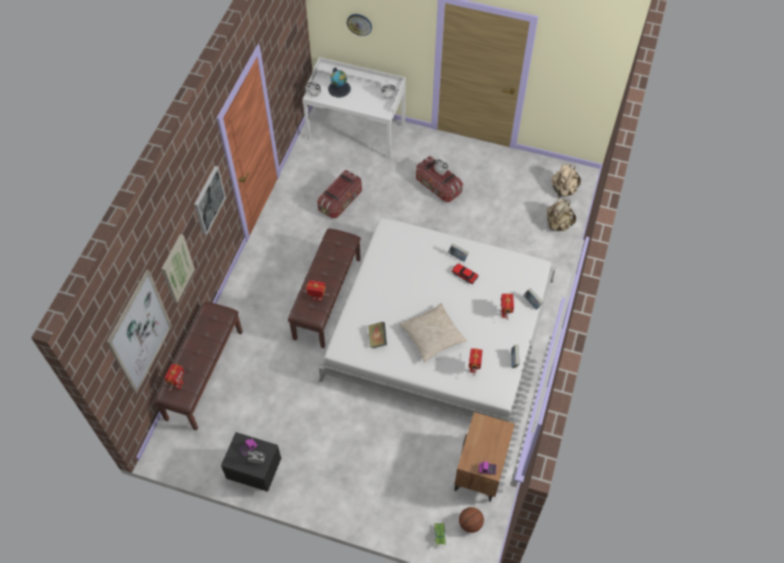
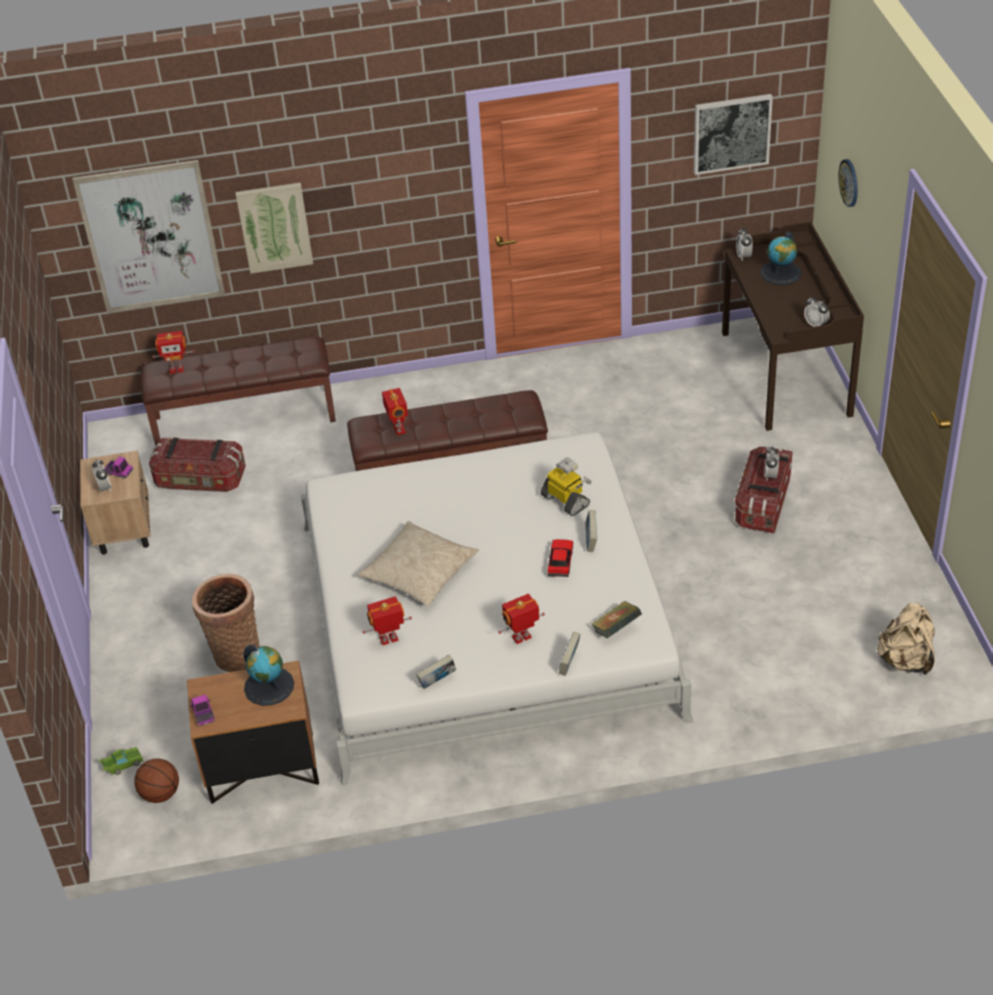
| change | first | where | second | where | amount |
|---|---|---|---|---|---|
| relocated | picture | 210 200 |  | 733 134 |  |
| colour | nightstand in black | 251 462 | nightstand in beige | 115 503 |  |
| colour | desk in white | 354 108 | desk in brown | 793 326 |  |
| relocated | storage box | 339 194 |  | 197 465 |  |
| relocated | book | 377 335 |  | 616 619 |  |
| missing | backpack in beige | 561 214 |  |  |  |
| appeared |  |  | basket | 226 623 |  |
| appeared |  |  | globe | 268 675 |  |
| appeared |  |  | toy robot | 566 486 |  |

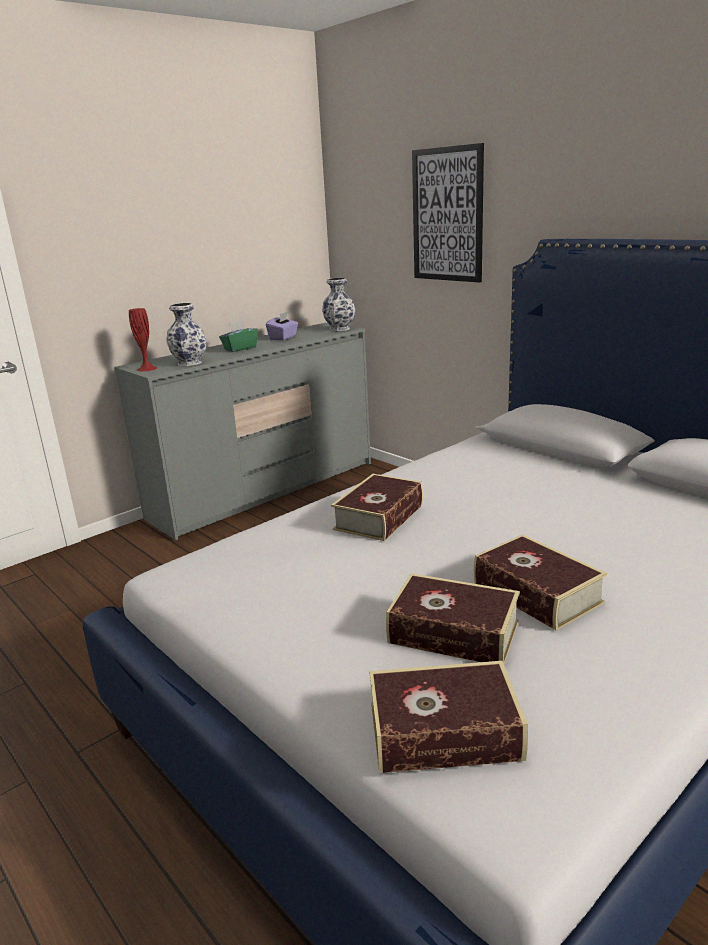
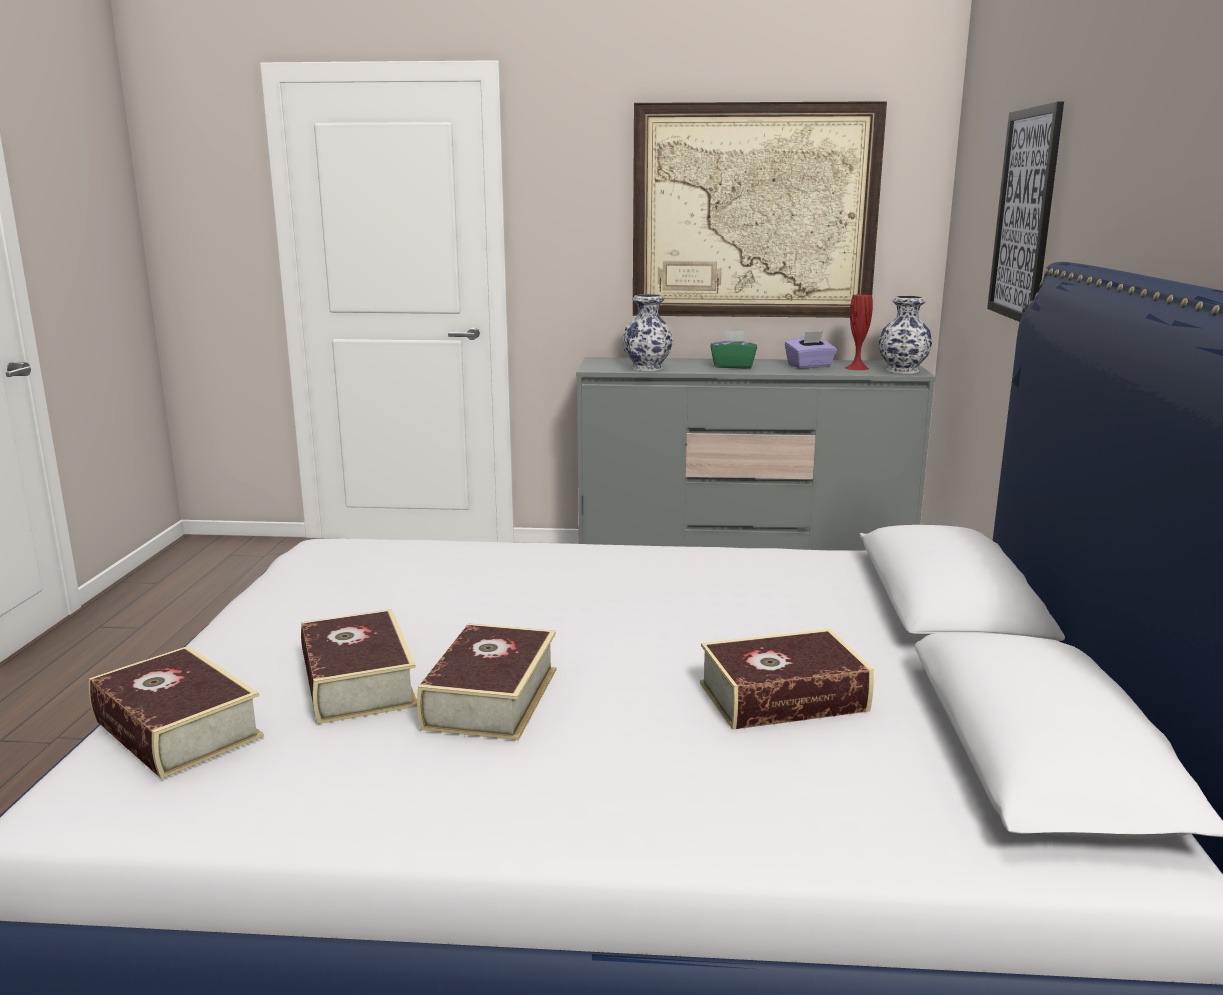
| change | first | where | second | where | amount |
|---|---|---|---|---|---|
| relocated | vase in red | 143 339 |  | 859 332 |  |
| relocated | book | 377 507 |  | 787 679 |  |
| appeared |  |  | picture | 760 209 |  |

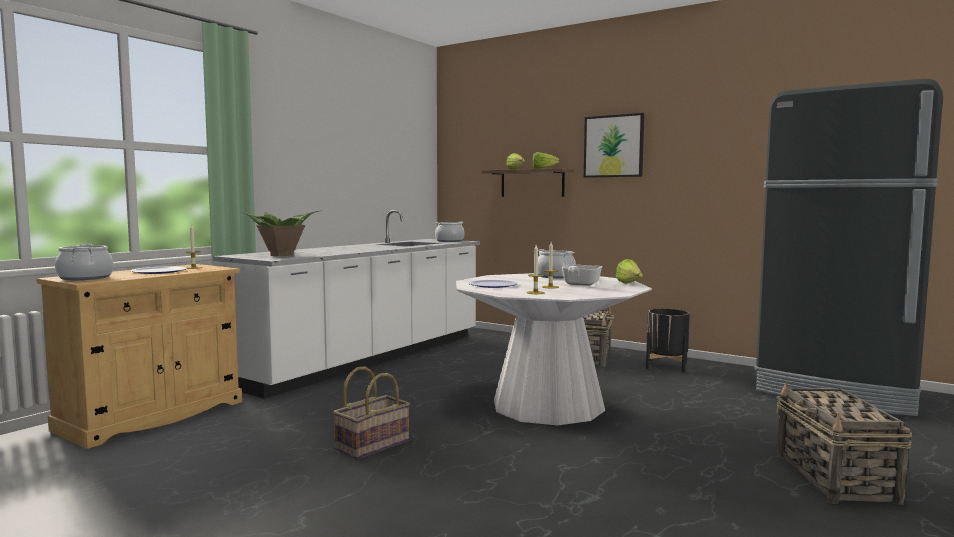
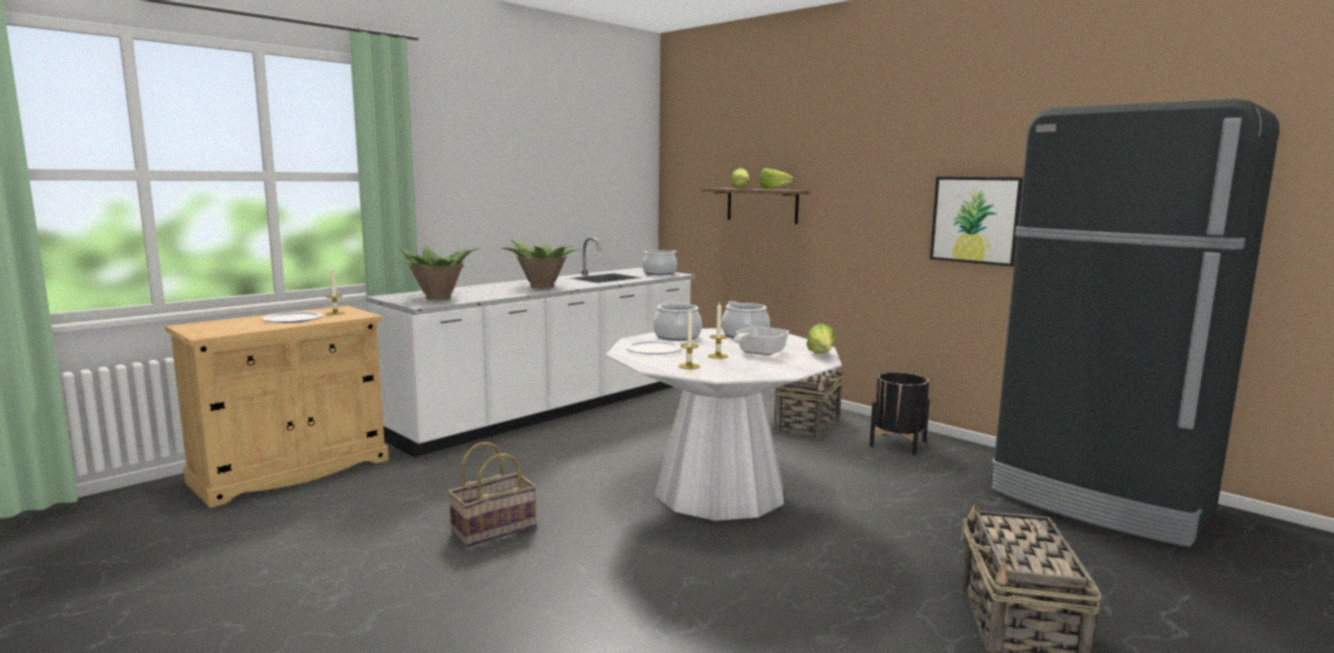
| change | first | where | second | where | amount |
|---|---|---|---|---|---|
| relocated | cooking pot | 84 262 |  | 677 321 |  |
| relocated | picture | 614 145 |  | 976 222 |  |
| appeared |  |  | potted plant | 541 263 |  |

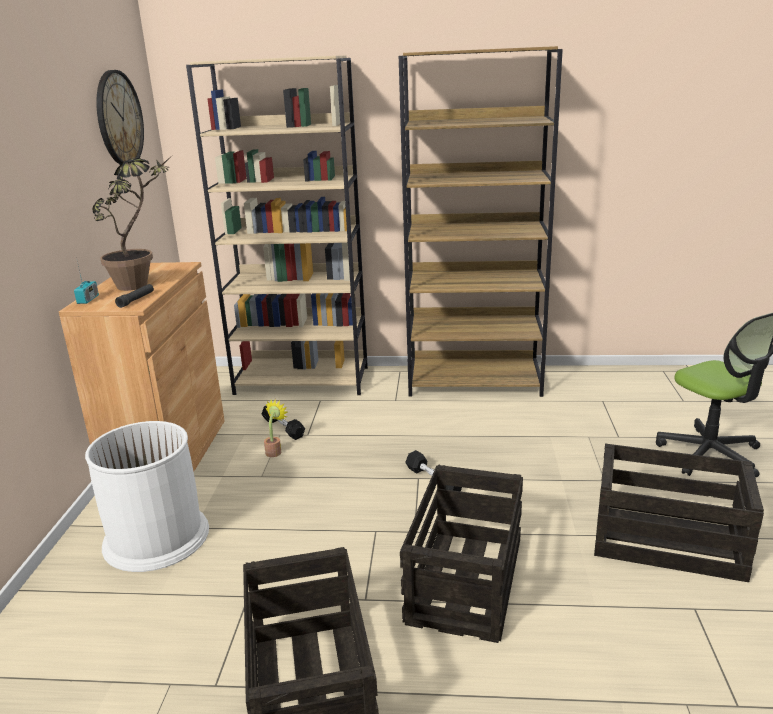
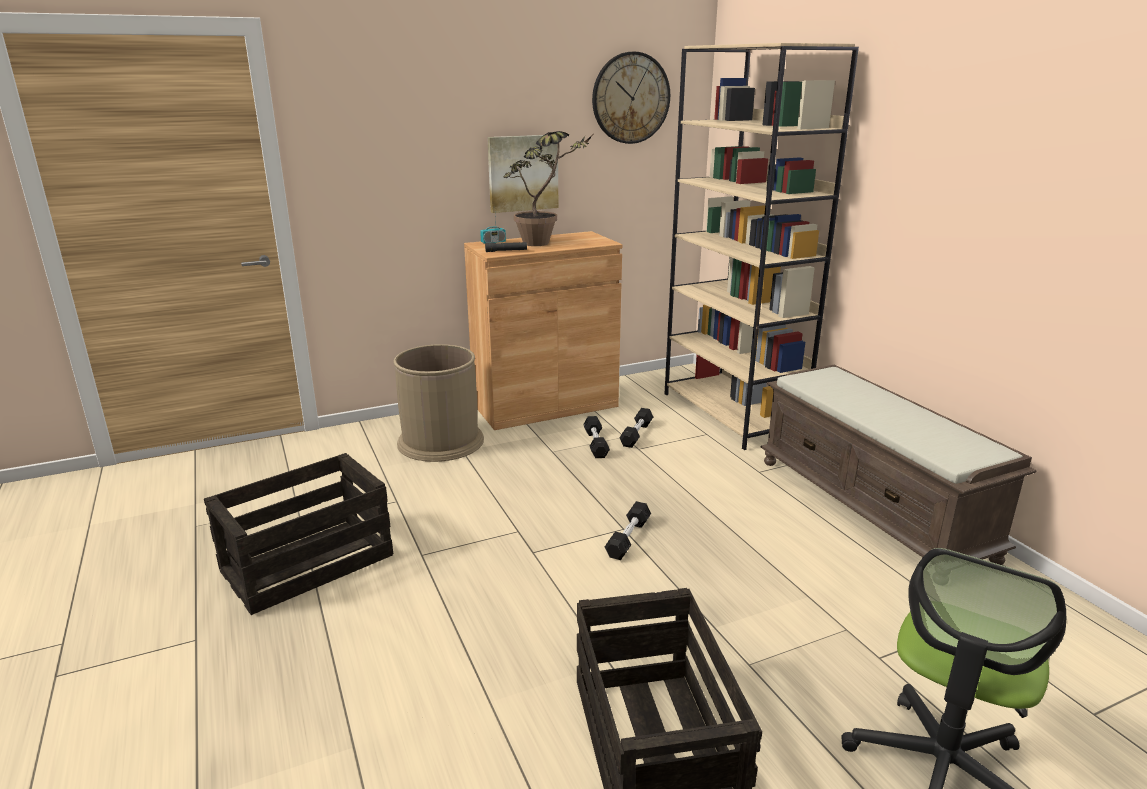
| change | first | where | second | where | amount |
|---|---|---|---|---|---|
| colour | trash can in white | 147 496 | trash can in brown | 439 403 |  |
| exchanged | potted plant | 276 428 | dumbbell in black | 596 437 |  |
| exchanged | bookcase in brown | 481 221 | bench in brown | 899 464 |  |
| missing | crate | 461 554 |  |  |  |
| appeared |  |  | picture | 522 174 |  |

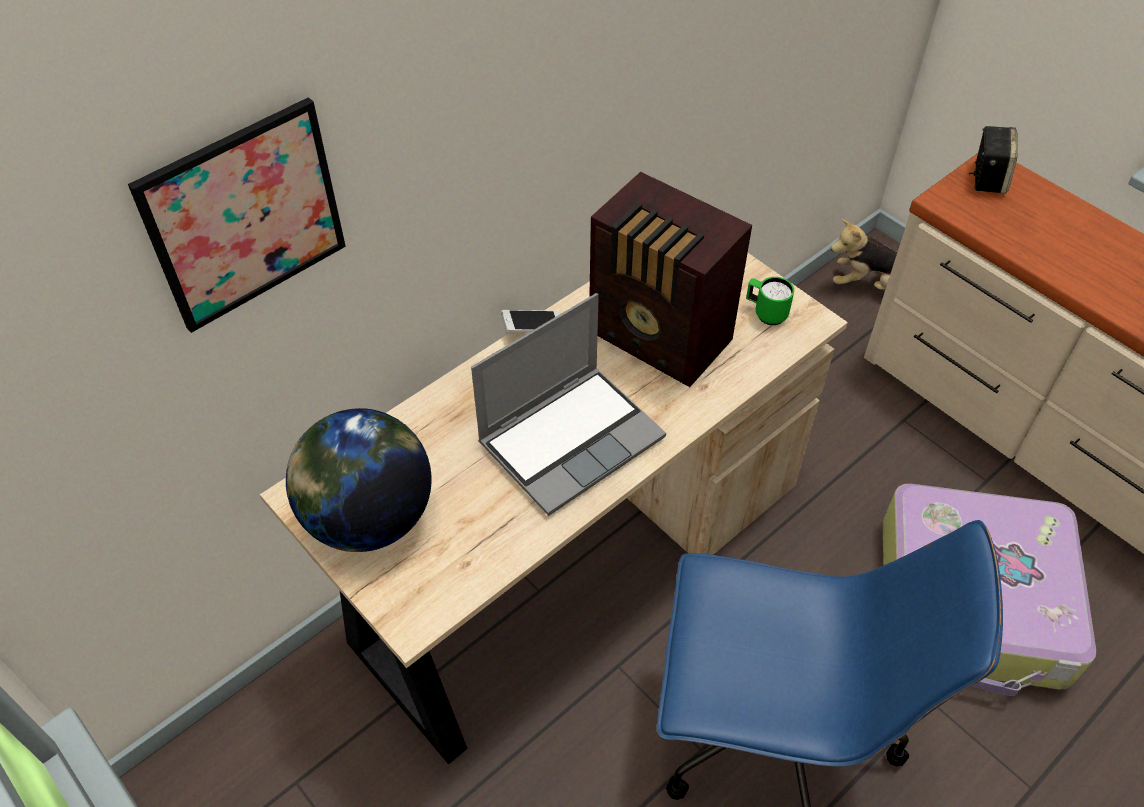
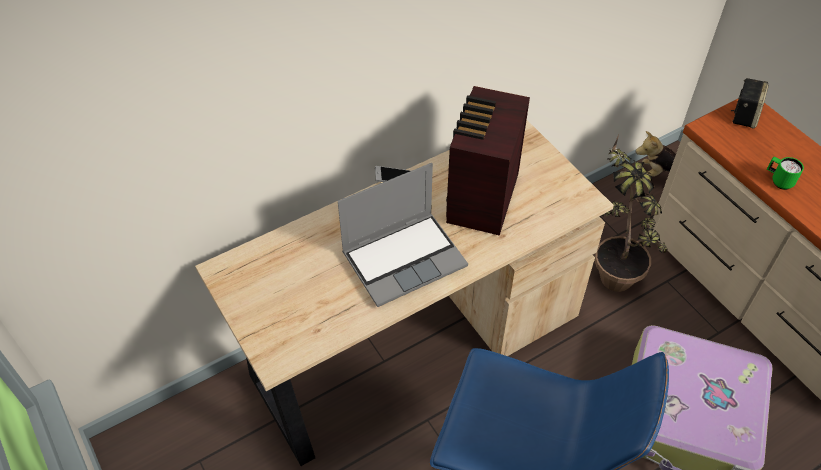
| change | first | where | second | where | amount |
|---|---|---|---|---|---|
| missing | picture | 237 215 |  |  |  |
| missing | globe | 359 480 |  |  |  |
| spun | radio | 670 279 |  | 488 161 | 60 degrees clockwise |
| relocated | mug in green | 770 301 |  | 785 173 |  |
| appeared |  |  | potted plant | 631 213 |  |

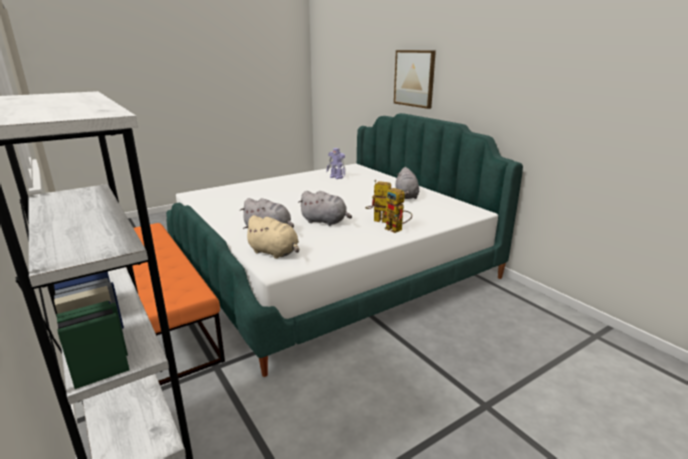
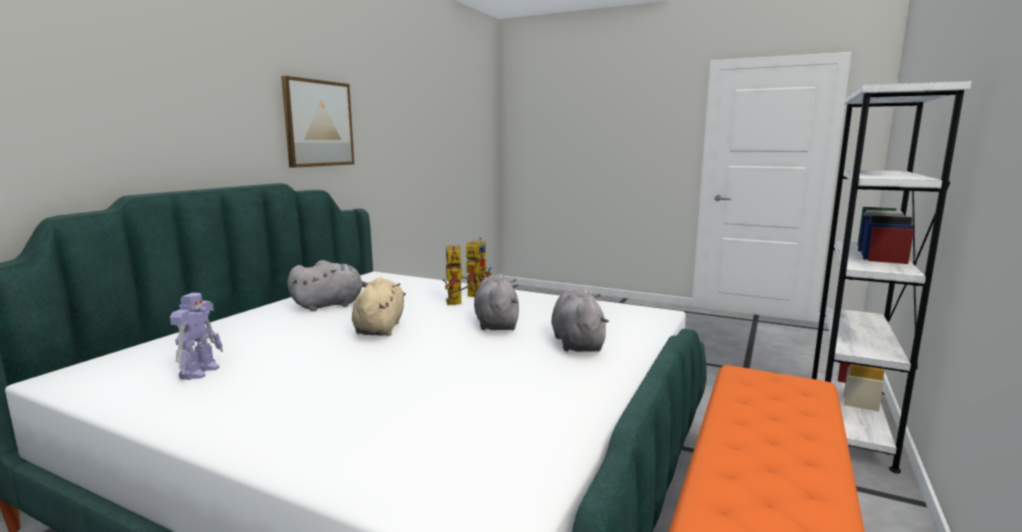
| change | first | where | second | where | amount |
|---|---|---|---|---|---|
| relocated | plush toy in beige | 271 237 |  | 379 306 |  |
| relocated | picture | 415 79 |  | 317 122 |  |

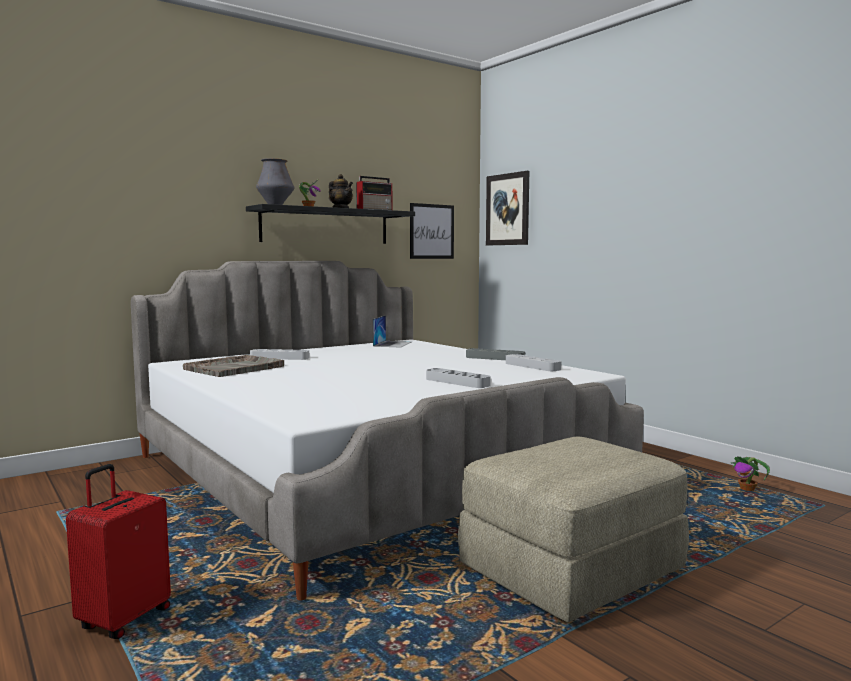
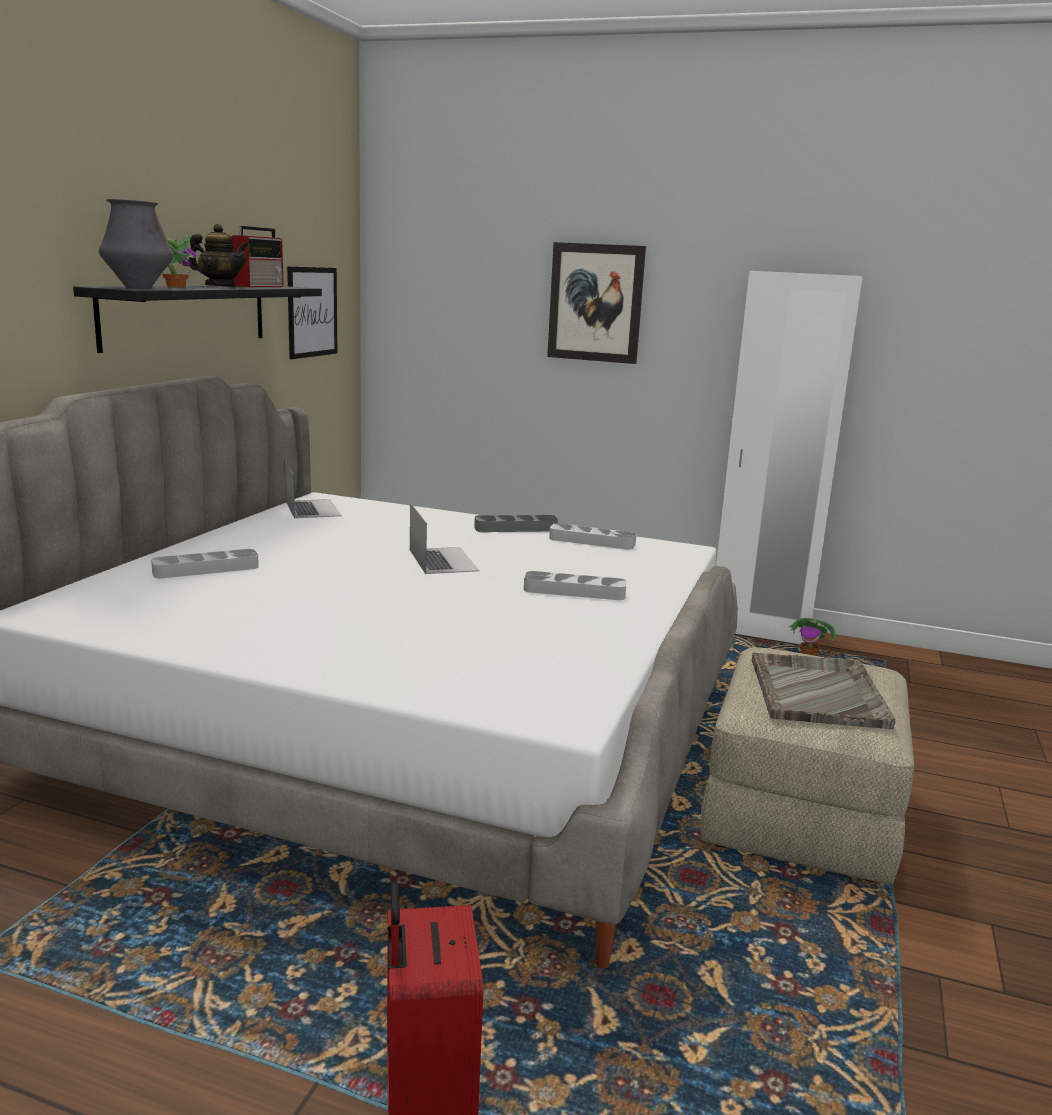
| change | first | where | second | where | amount |
|---|---|---|---|---|---|
| relocated | tray in grey | 233 366 |  | 824 690 |  |
| relocated | picture | 507 208 |  | 596 303 |  |
| appeared |  |  | laptop | 444 538 |  |
| appeared |  |  | wardrobe in white | 789 457 |  |

